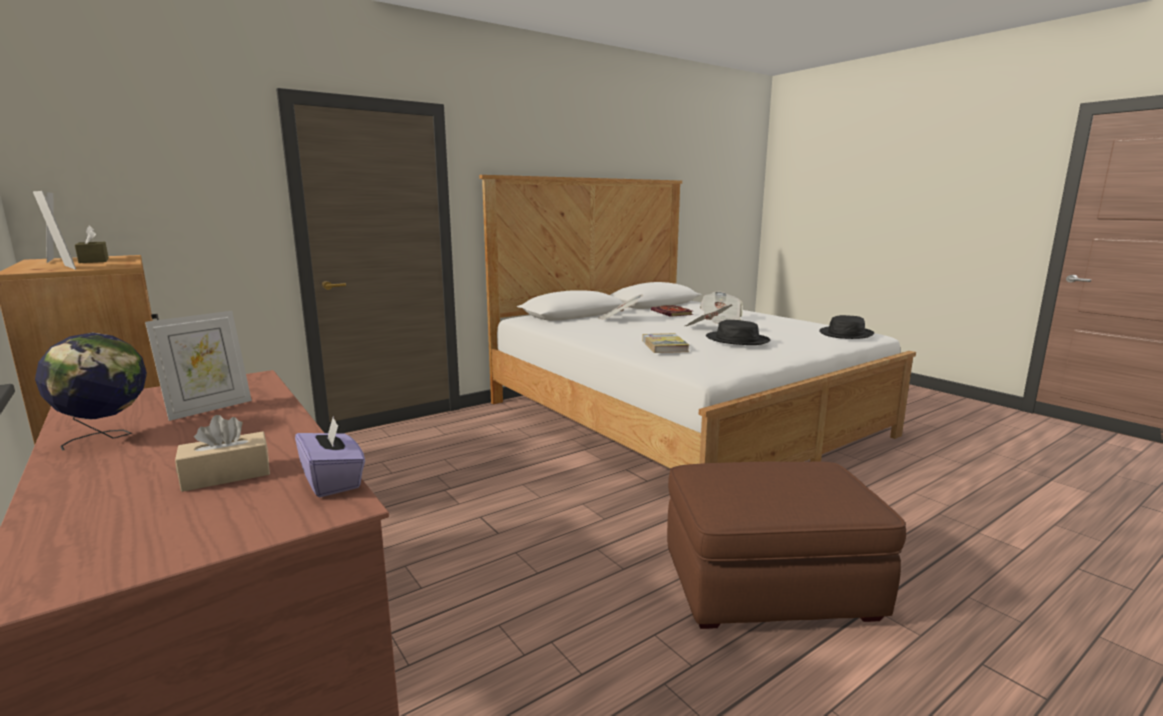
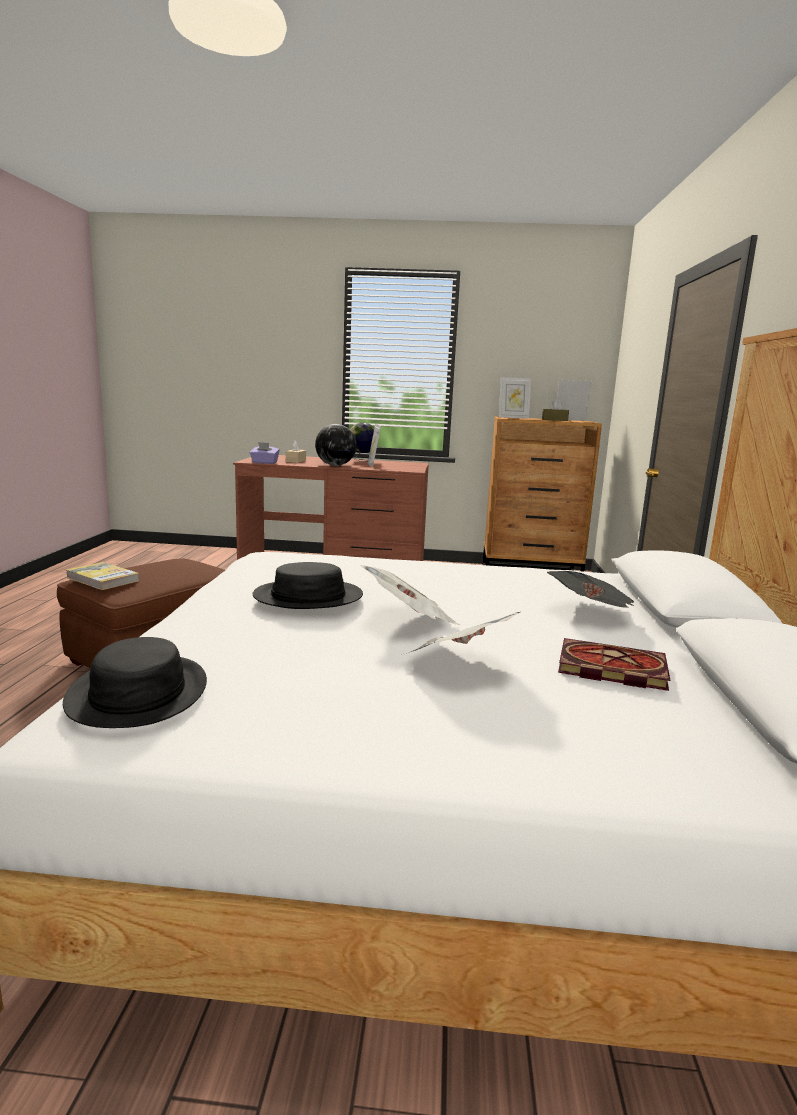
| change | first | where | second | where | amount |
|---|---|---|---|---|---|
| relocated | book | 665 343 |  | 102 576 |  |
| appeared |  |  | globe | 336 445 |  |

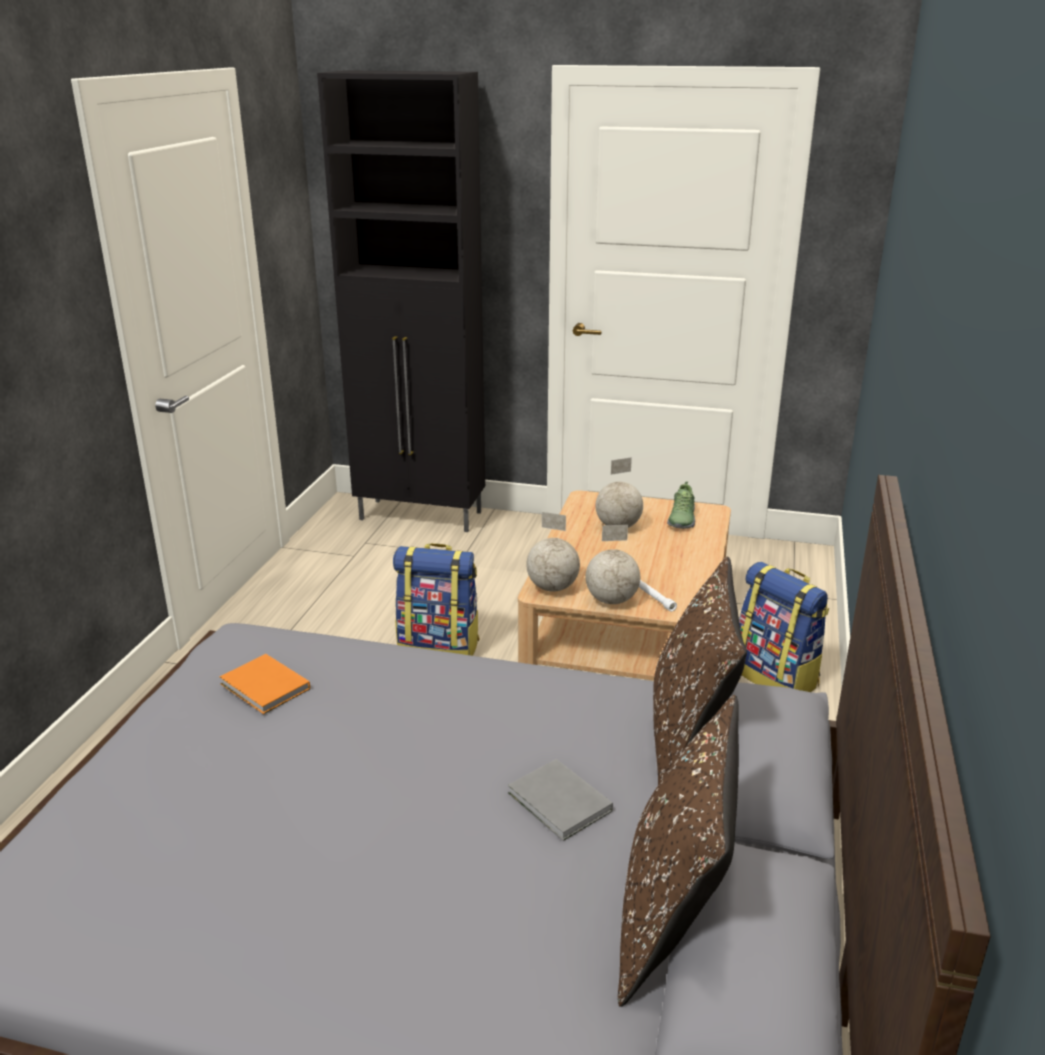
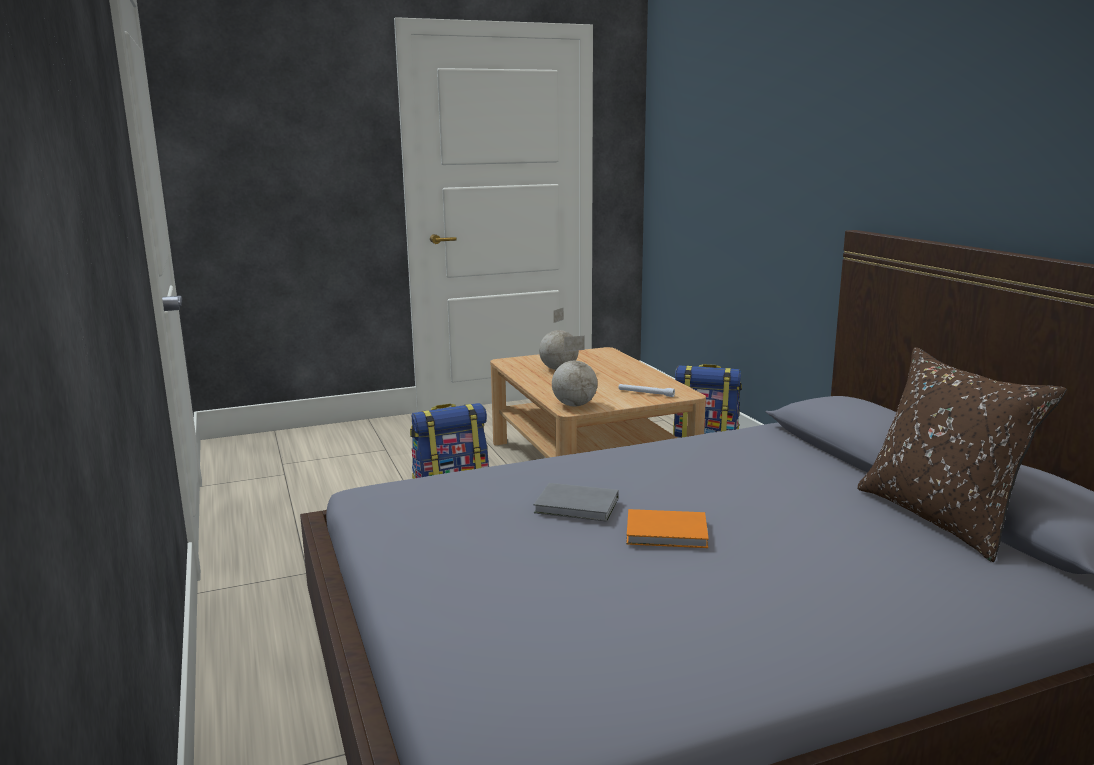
| change | first | where | second | where | amount |
|---|---|---|---|---|---|
| relocated | book in orange | 265 684 |  | 667 528 |  |
| missing | cabinet in black | 401 301 |  |  |  |
| relocated | book in grey | 560 800 |  | 576 502 |  |
| missing | globe | 612 564 |  |  |  |
| missing | pillow in brown | 700 670 |  |  |  |
| missing | shoe | 681 505 |  |  |  |

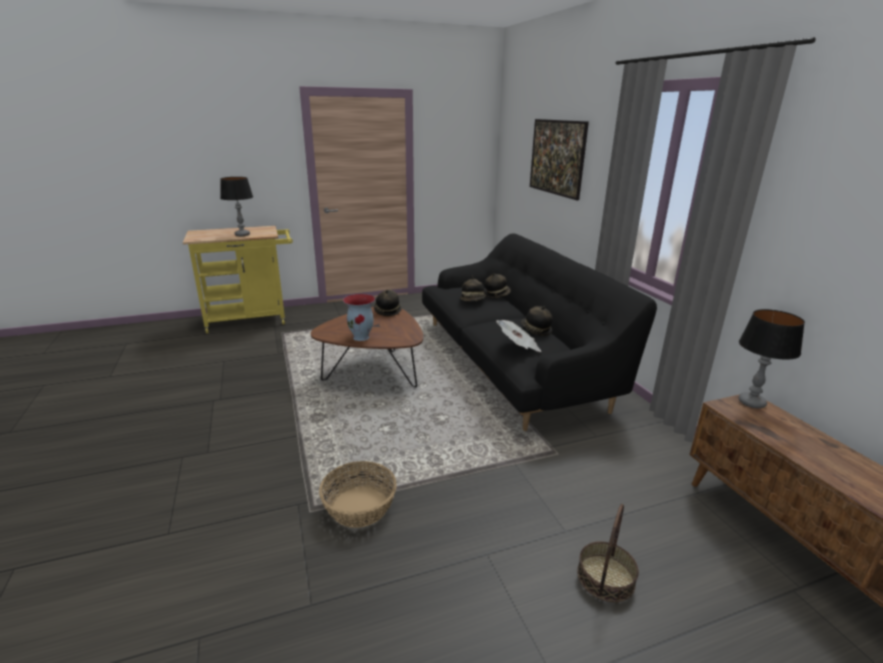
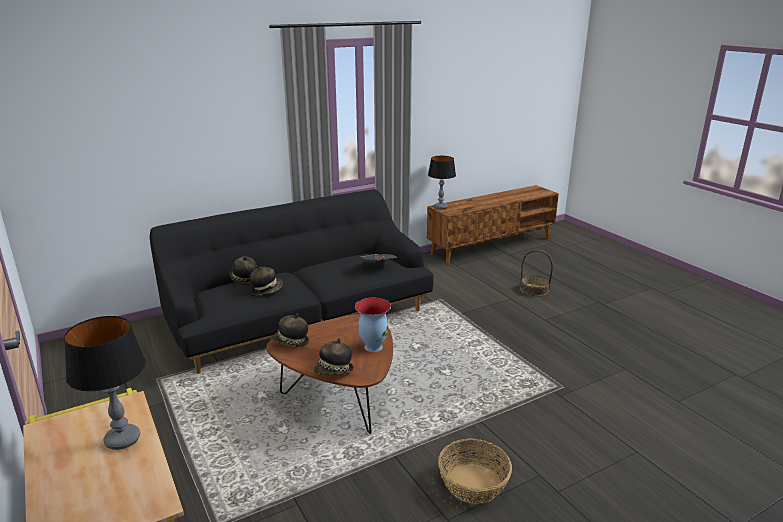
| change | first | where | second | where | amount |
|---|---|---|---|---|---|
| relocated | basket | 358 494 |  | 475 471 |  |
| relocated | hat | 537 321 |  | 334 356 |  |
| missing | picture | 559 159 |  |  |  |

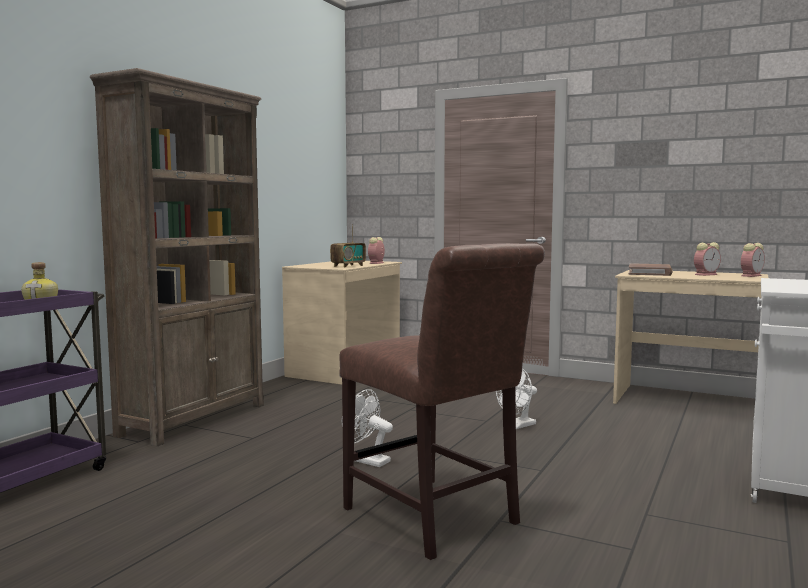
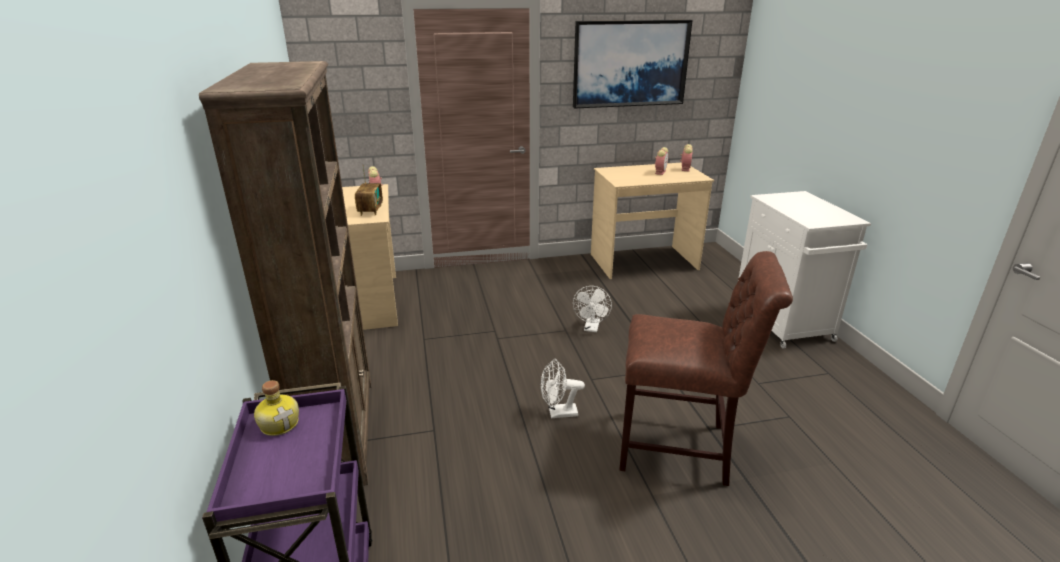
| change | first | where | second | where | amount |
|---|---|---|---|---|---|
| missing | book in brown | 650 269 |  |  |  |
| appeared |  |  | picture | 632 64 |  |

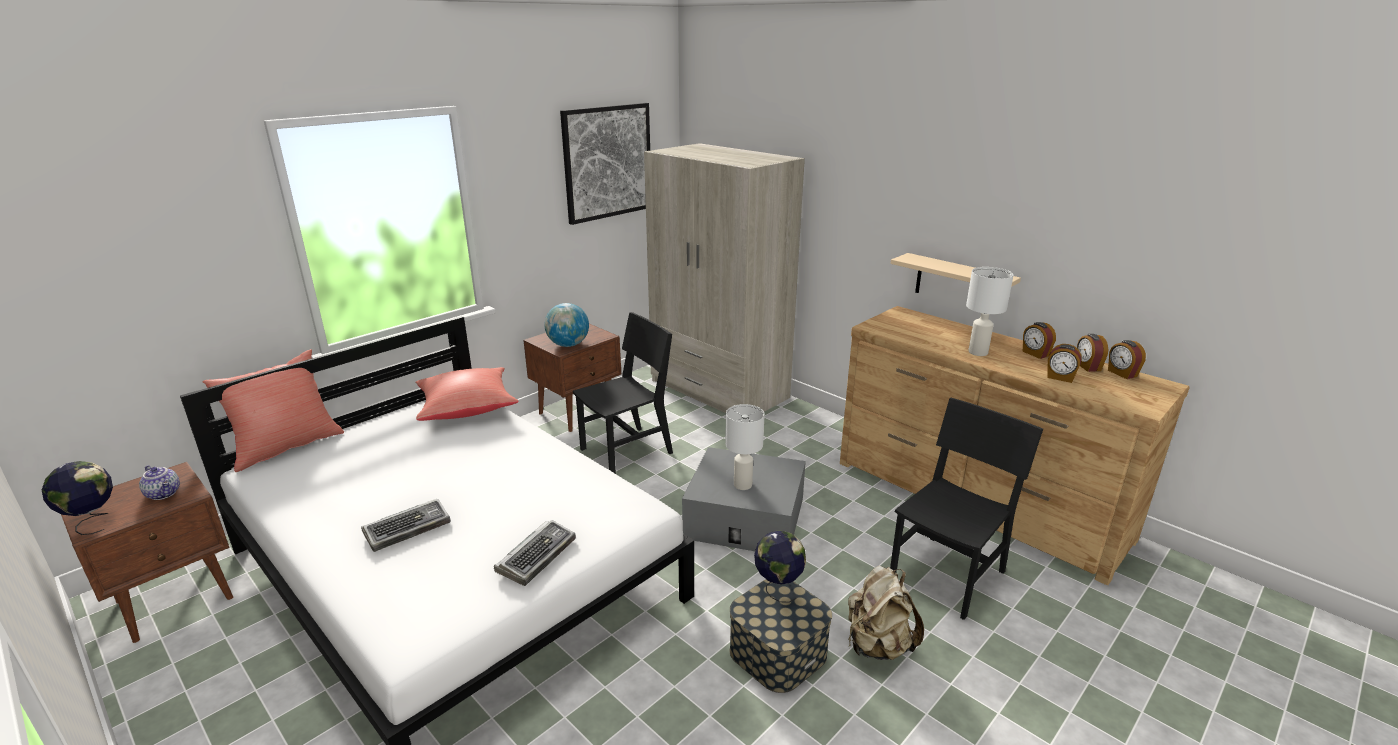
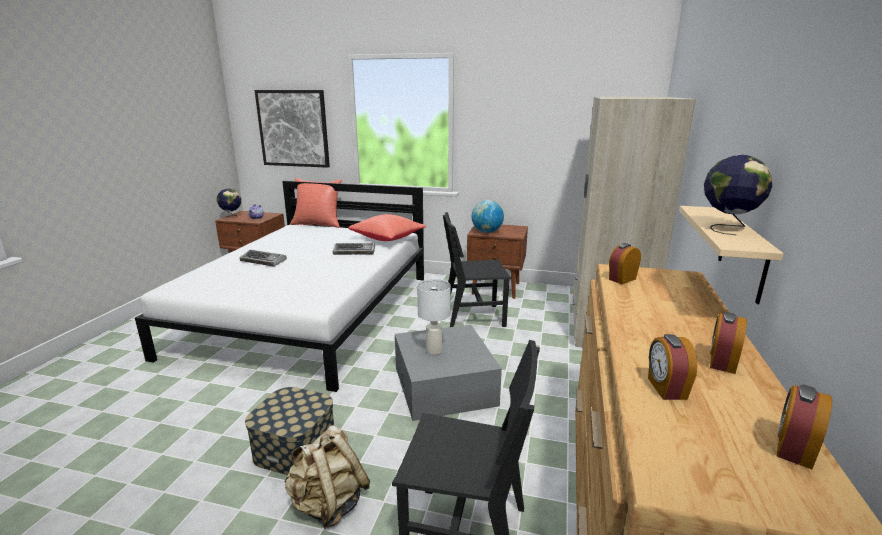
| change | first | where | second | where | amount |
|---|---|---|---|---|---|
| relocated | keyboard | 535 553 |  | 354 249 |  |
| relocated | picture | 605 164 |  | 292 129 |  |
| spun | chair in black | 623 393 |  | 477 269 | 150 degrees clockwise |
| relocated | globe | 780 567 |  | 738 195 |  |
| missing | table lamp in white | 990 311 |  |  |  |
| relocated | alarm clock | 1092 353 |  | 625 263 |  |

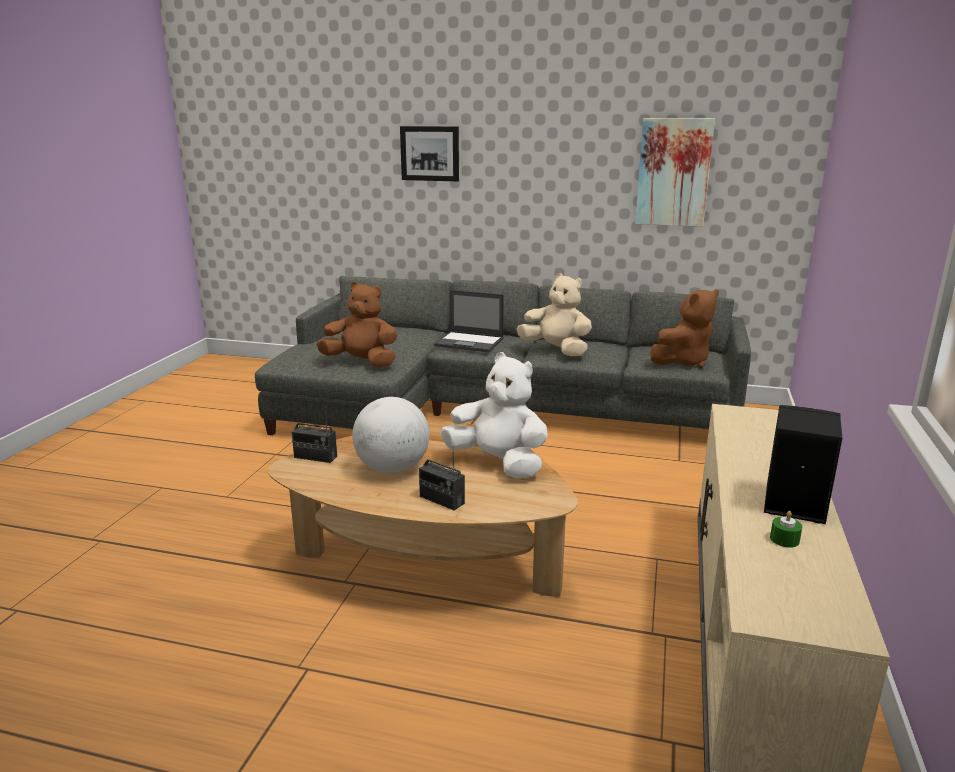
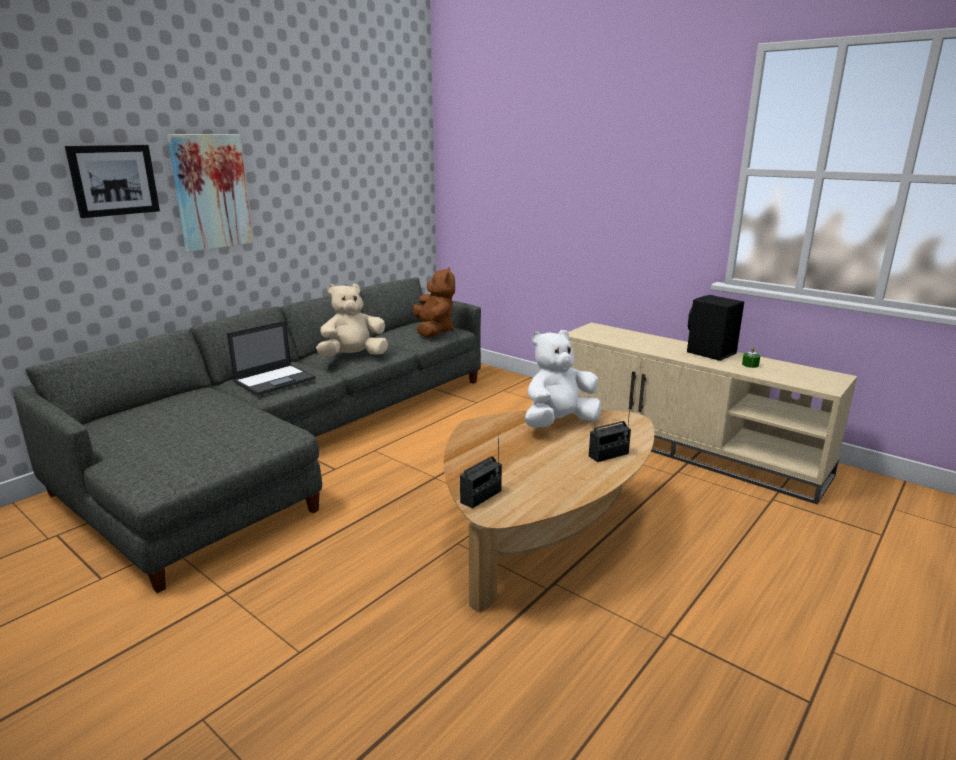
| change | first | where | second | where | amount |
|---|---|---|---|---|---|
| missing | plush toy in brown | 356 324 |  |  |  |
| missing | globe | 391 435 |  |  |  |
| relocated | picture | 675 172 |  | 210 193 |  |

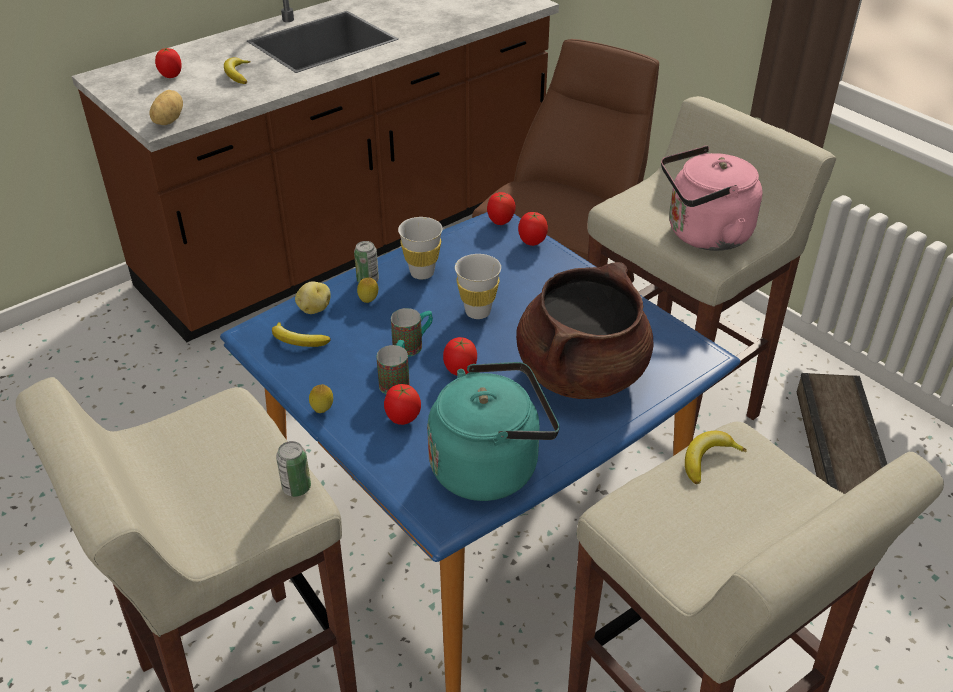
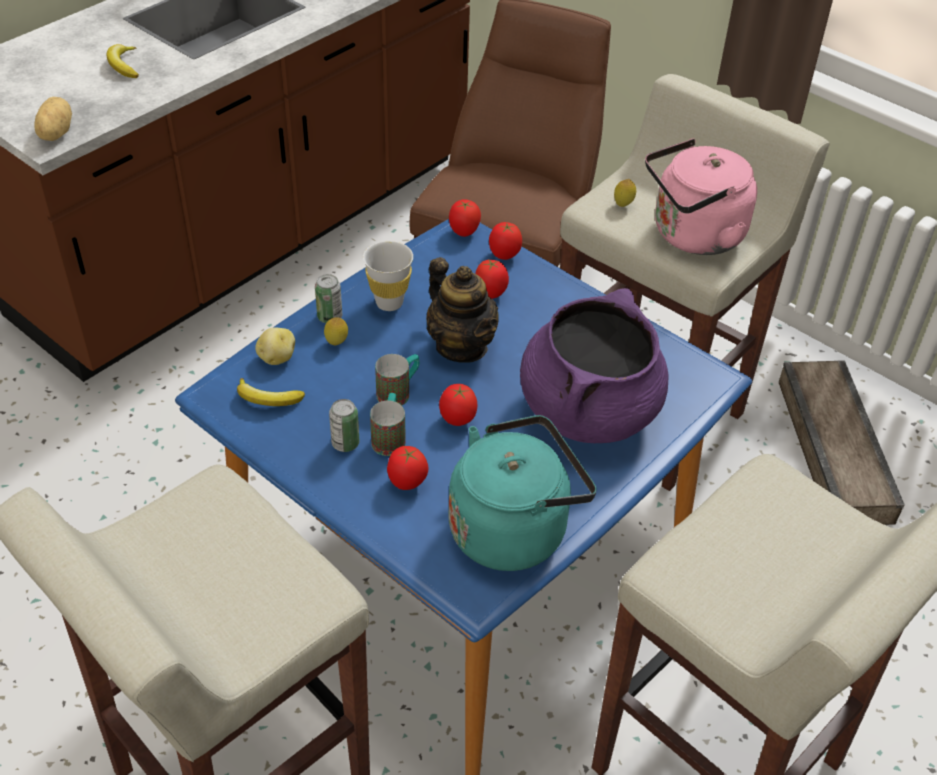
| change | first | where | second | where | amount |
|---|---|---|---|---|---|
| relocated | tomato | 168 63 |  | 492 279 |  |
| relocated | can | 293 469 |  | 344 425 |  |
| relocated | lemon | 321 398 |  | 625 193 |  |
| exchanged | cup in white | 478 286 | teapot | 462 310 |  |
| colour | cooking pot in brown | 584 330 | cooking pot in purple | 594 365 |  |
| missing | banana | 716 457 |  |  |  |

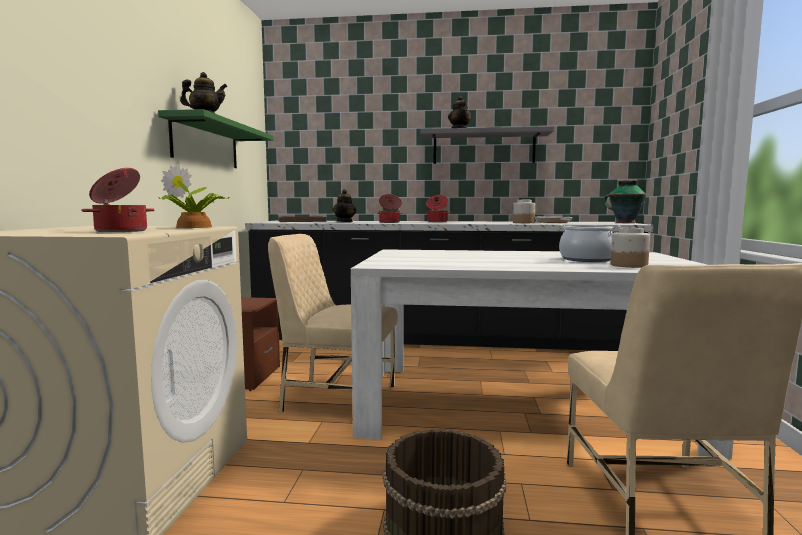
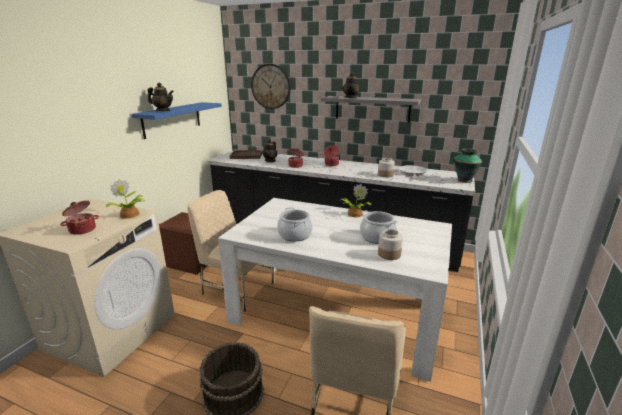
| change | first | where | second | where | amount |
|---|---|---|---|---|---|
| colour | shelf in green | 216 138 | shelf in blue | 177 120 |  |
| appeared |  |  | wall clock | 271 86 |  |
| appeared |  |  | cooking pot | 295 224 |  |
| appeared |  |  | potted plant | 355 200 |  |

